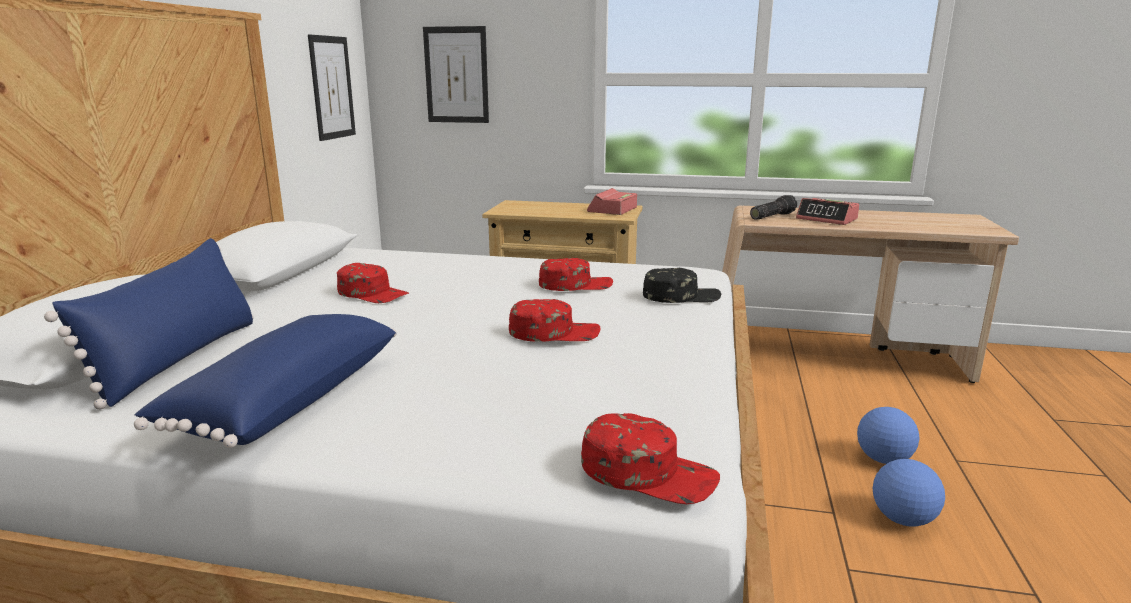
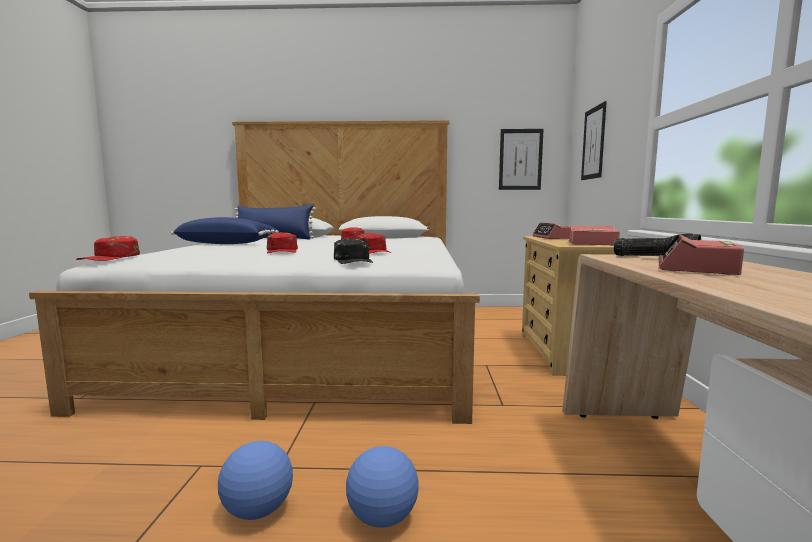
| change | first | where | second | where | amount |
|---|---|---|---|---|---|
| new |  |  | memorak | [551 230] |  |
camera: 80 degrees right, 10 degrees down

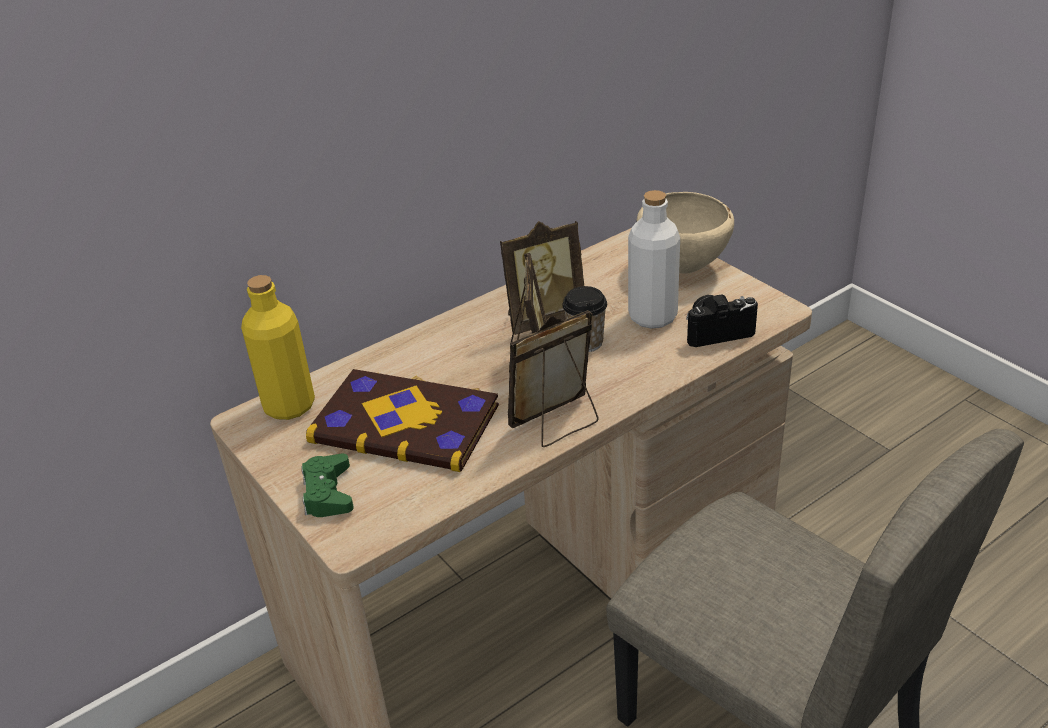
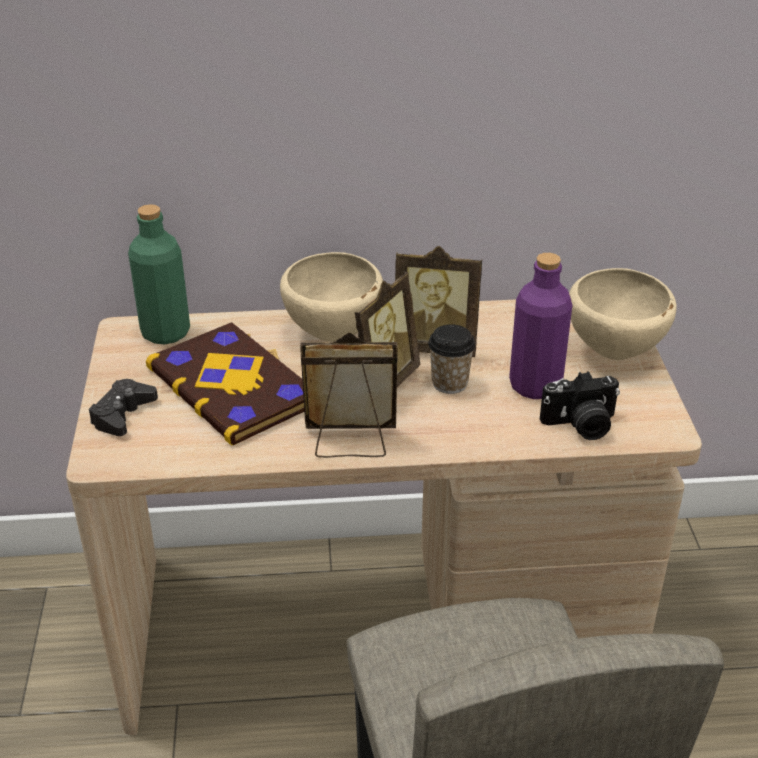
| change | first | where | second | where | amount |
|---|---|---|---|---|---|
| repainted | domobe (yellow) | [278 347] | domobe (green) | [159 274] |  |
| repainted | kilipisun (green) | [327 485] | kilipisun (black) | [123 407] |  |
| repainted | domobe (white) | [654 259] | domobe (purple) | [540 326] |  |
| rotated | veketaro | [722 320] |  | [580 405] | 150 degrees clockwise |
| new |  |  | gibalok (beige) | [331 297] |  |
camera: 30 degrees right, 0 degrees up

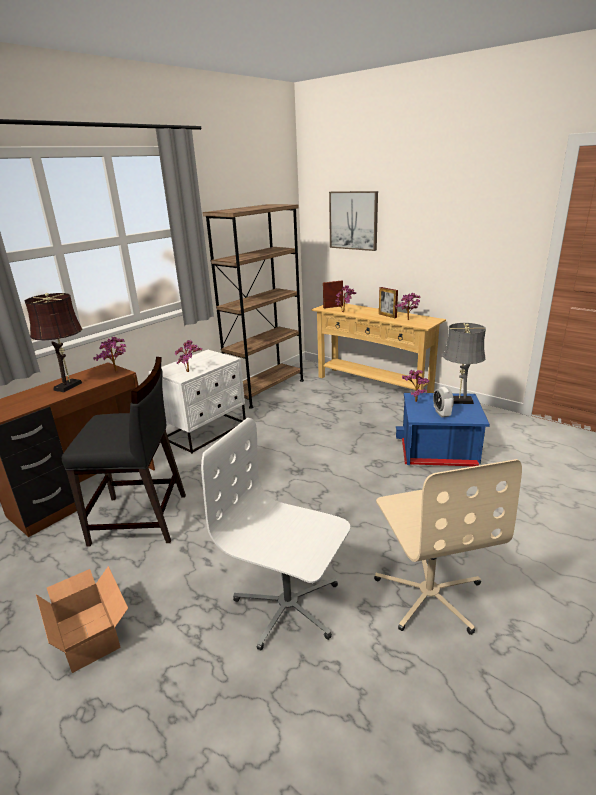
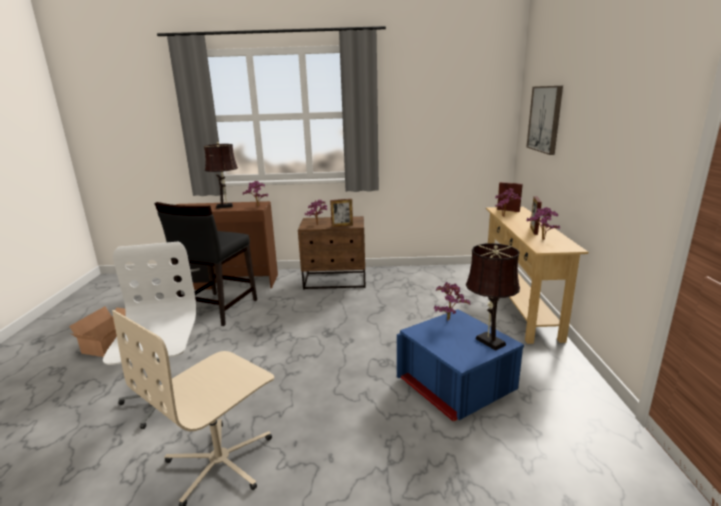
| change | first | where | second | where | amount |
|---|---|---|---|---|---|
| rotated | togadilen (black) | [124 452] |  | [206 264] | 60 degrees clockwise |
| repainted | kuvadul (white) | [197 402] | kuvadul (brown) | [332 253] |  |
| gone | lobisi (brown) | [253 306] |  |  |  |
| gone | memorak | [443 402] |  |  |  |
| repainted | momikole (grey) | [464 363] | momikole (brown) | [493 297] |  |
| new |  |  | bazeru | [341 213] |  |
camera: 50 degrees right, 5 degrees down

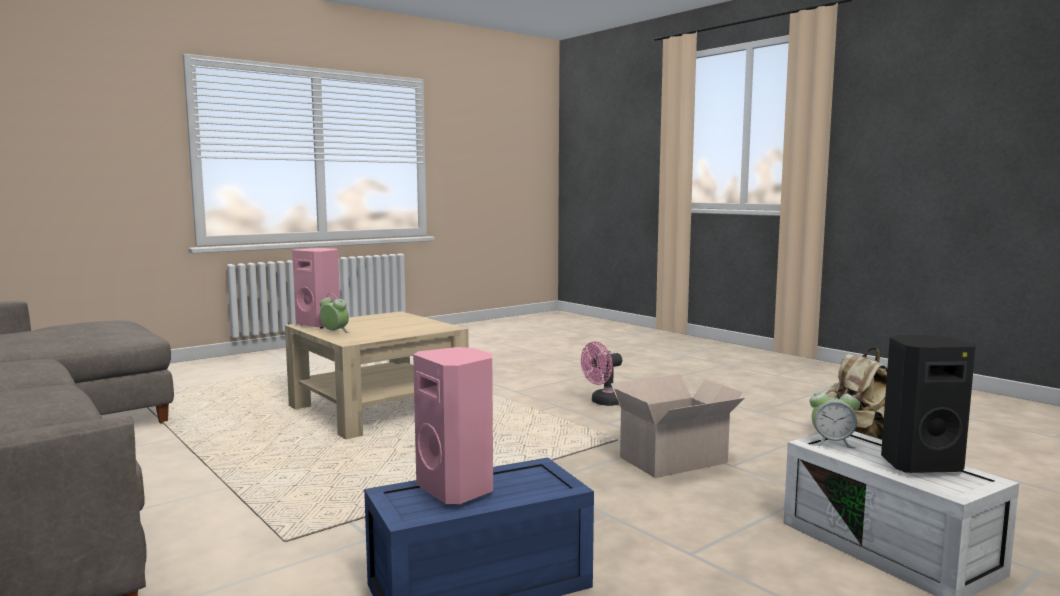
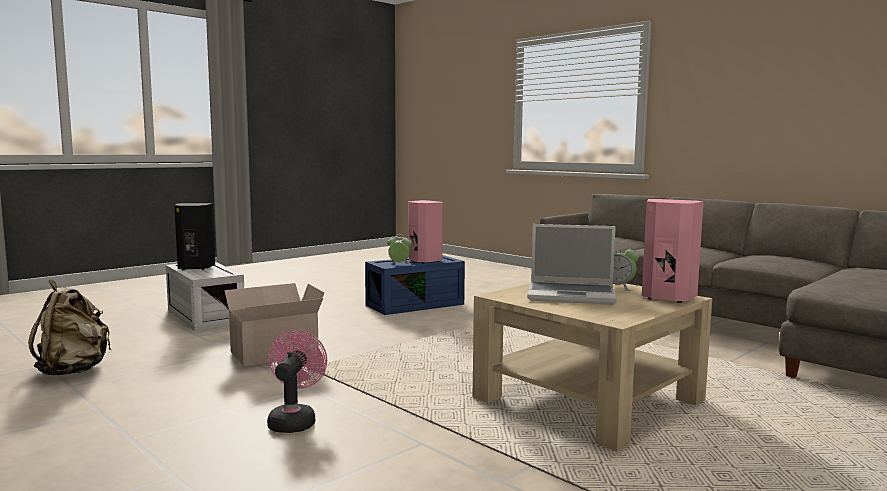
| change | first | where | second | where | amount |
|---|---|---|---|---|---|
| rotated | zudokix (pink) | [601 373] |  | [297 381] | 45 degrees counterclockwise |
| shifted | memorak | [835 416] |  | [399 249] |  |
| new |  |  | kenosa | [572 264] |  |
camera: 175 degrees right, 0 degrees up

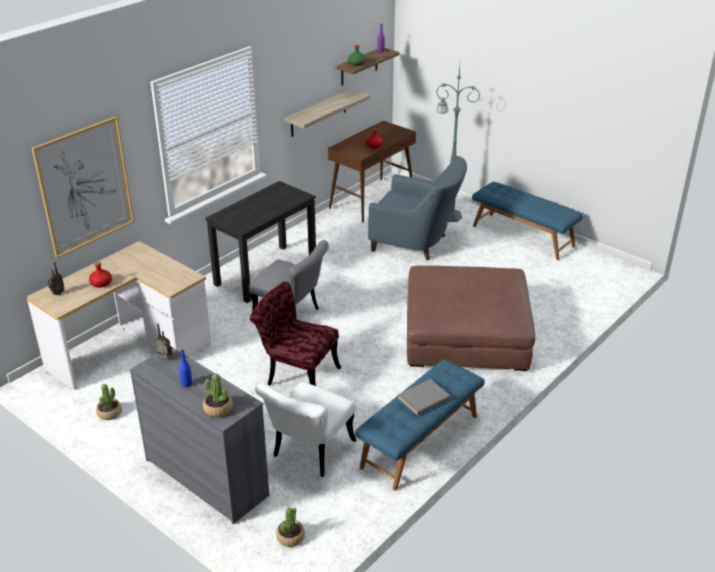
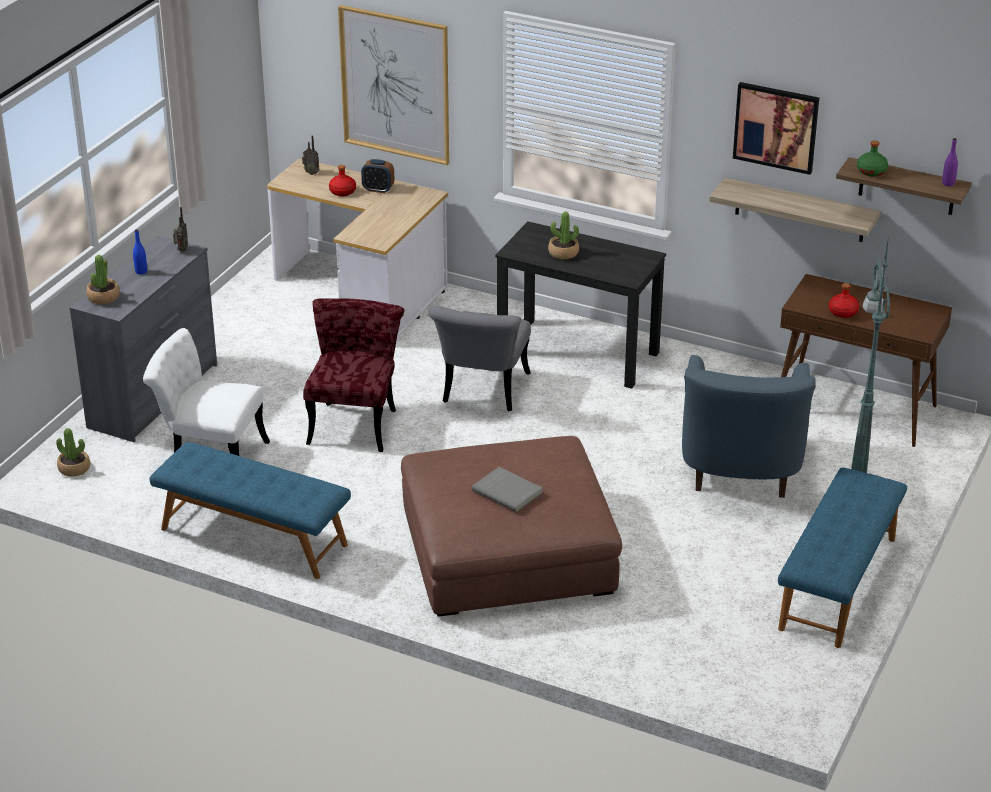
| change | first | where | second | where | amount |
|---|---|---|---|---|---|
| shifted | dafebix | [109 402] |  | [563 235] |  |
| shifted | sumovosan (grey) | [424 397] |  | [507 490] |  |
| new |  |  | memorak | [377 176] |  |
| new |  |  | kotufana | [776 128] |  |
camera: 75 degrees right, 0 degrees up

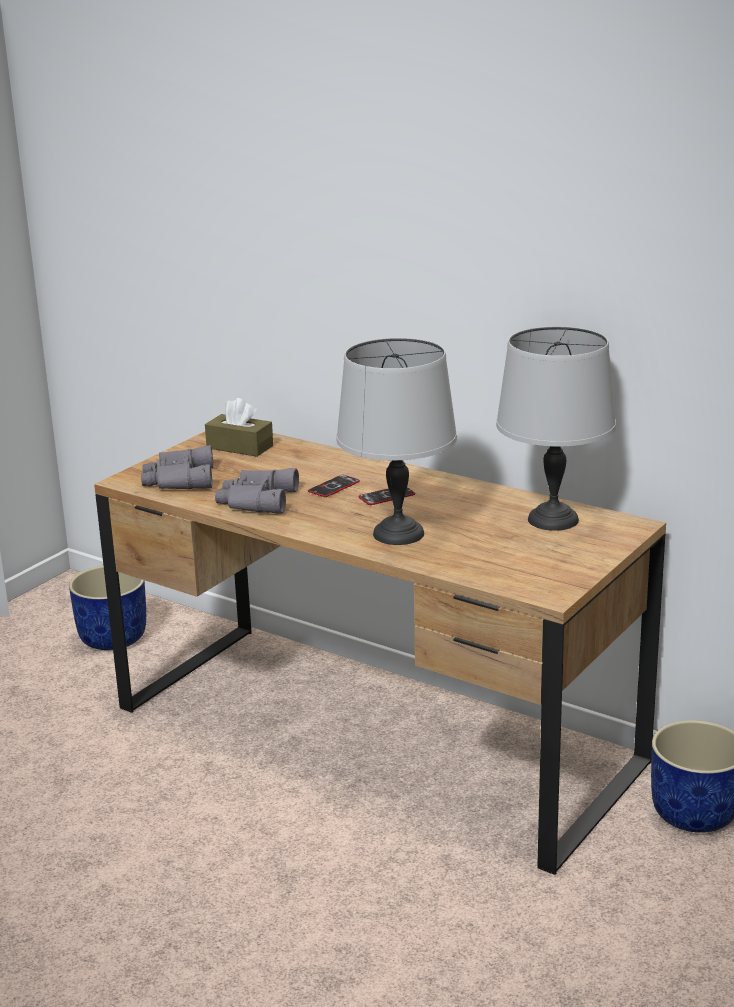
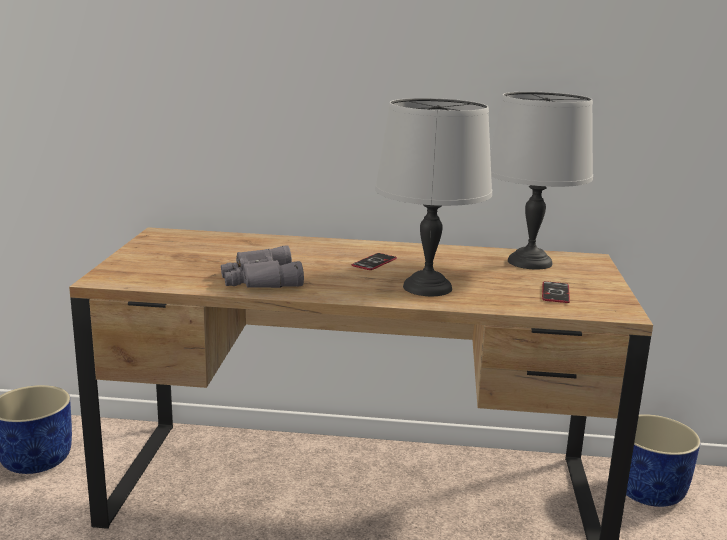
| change | first | where | second | where | amount |
|---|---|---|---|---|---|
| gone | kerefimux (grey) | [177 467] |  |  |  |
| gone | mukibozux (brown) | [239 427] |  |  |  |
| shifted | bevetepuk | [334 486] |  | [556 292] |  |
camera: 30 degrees left, 5 degrees down

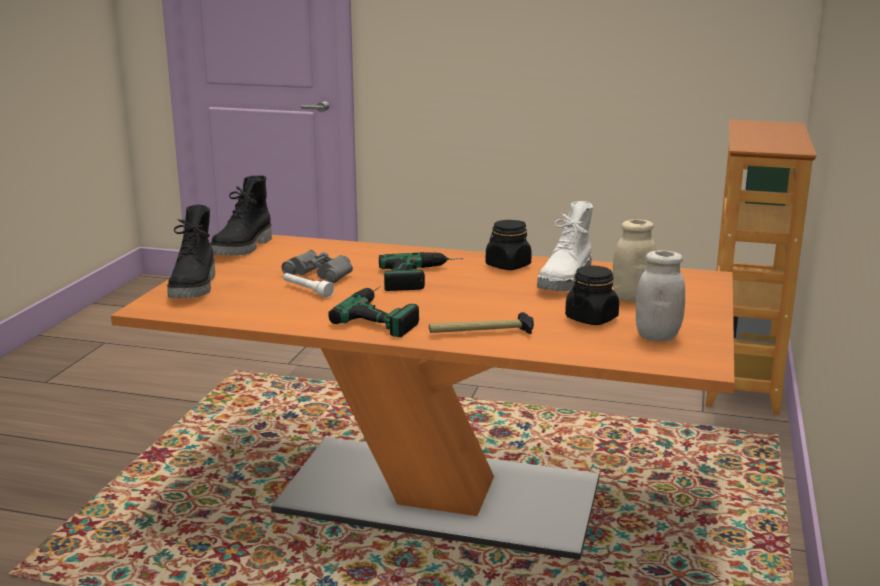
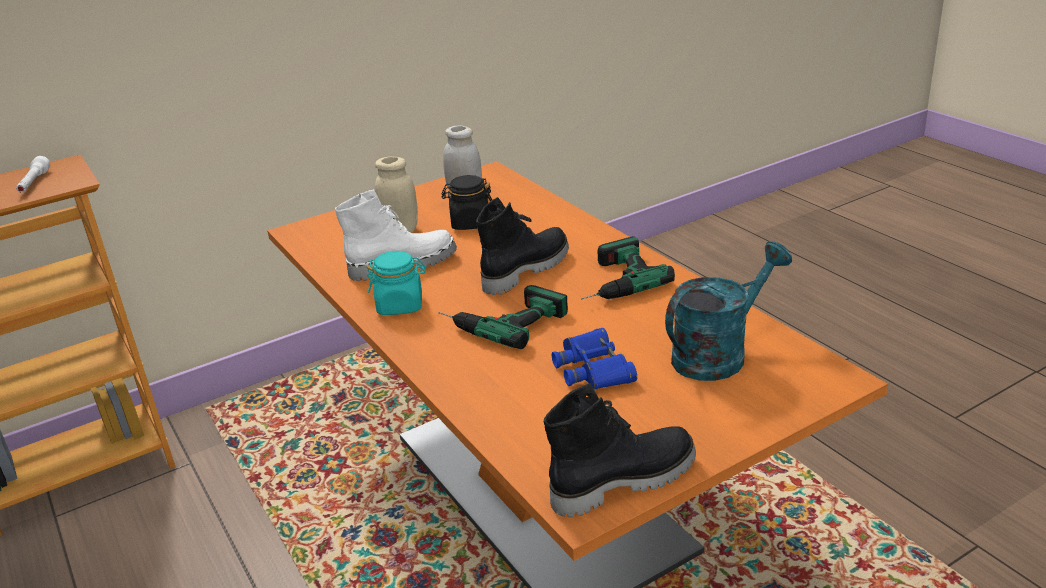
| change | first | where | second | where | amount |
|---|---|---|---|---|---|
| shifted | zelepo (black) | [191 251] |  | [522 246] |  |
| repainted | kerefimux (grey) | [317 267] | kerefimux (blue) | [594 359] |  |
| shifted | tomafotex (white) | [308 285] |  | [33 174] |  |
| gone | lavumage | [481 323] |  |  |  |
| repainted | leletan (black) | [509 245] | leletan (turquoise) | [396 283] |  |
| new |  |  | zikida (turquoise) | [728 311] |  |
camera: 135 degrees left, 10 degrees up

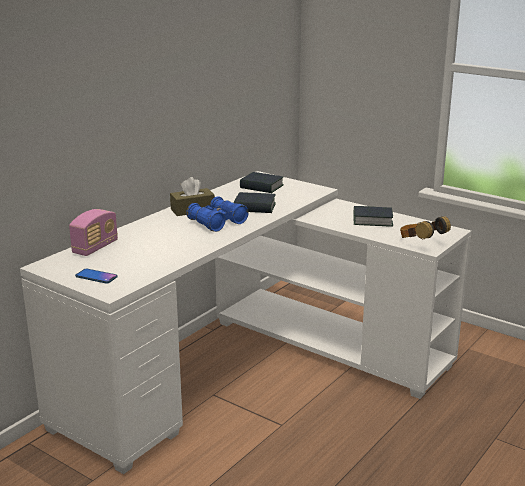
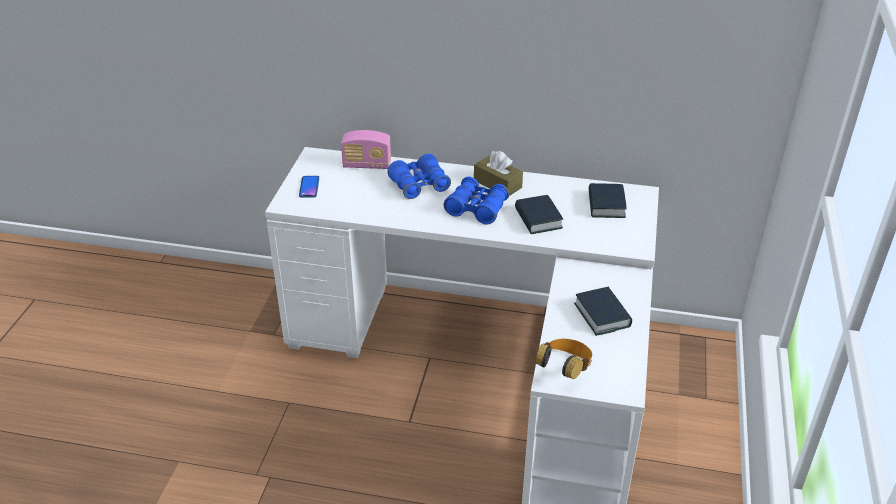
| change | first | where | second | where | amount |
|---|---|---|---|---|---|
| new |  |  | kerefimux (blue) | [419 176] |  |
camera: 65 degrees right, 15 degrees up

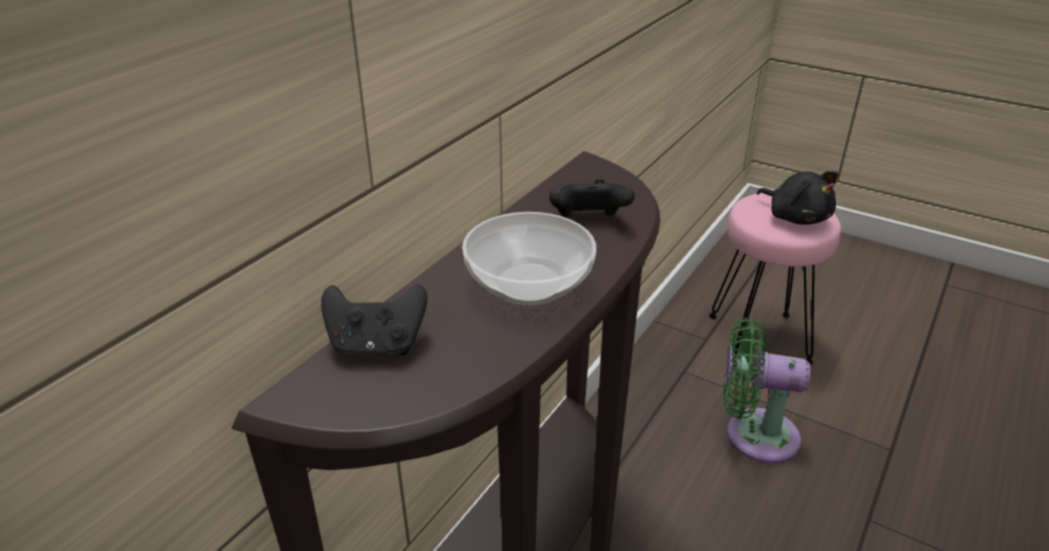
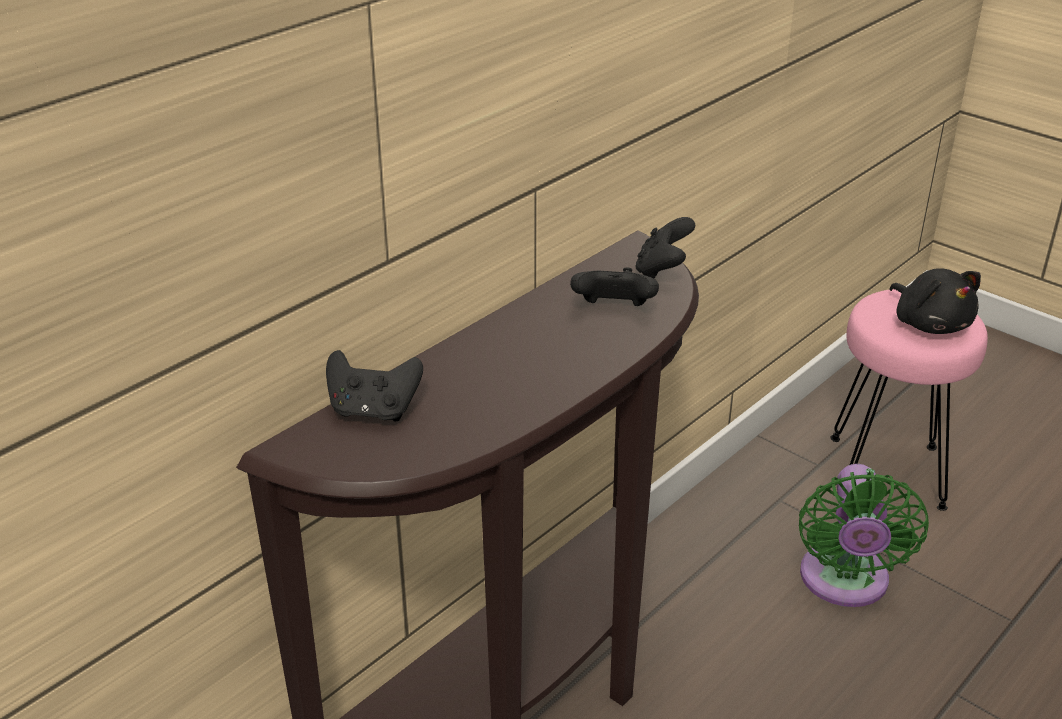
| change | first | where | second | where | amount |
|---|---|---|---|---|---|
| gone | gibalok | [529 258] |  |  |  |
| rotated | zudokix (green) | [767 390] |  | [864 535] | 105 degrees counterclockwise |
| new |  |  | kilipisun (black) | [665 247] |  |
camera: 10 degrees right, 0 degrees up

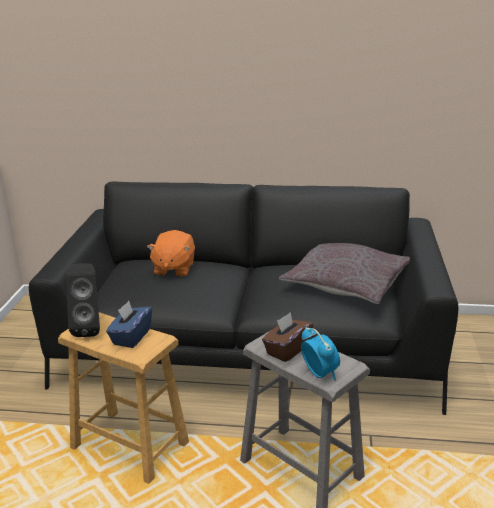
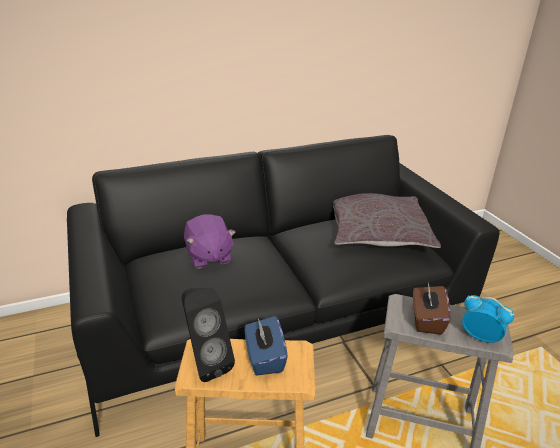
| change | first | where | second | where | amount |
|---|---|---|---|---|---|
| repainted | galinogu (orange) | [171 253] | galinogu (purple) | [210 241] |  |
camera: 30 degrees left, 5 degrees up

